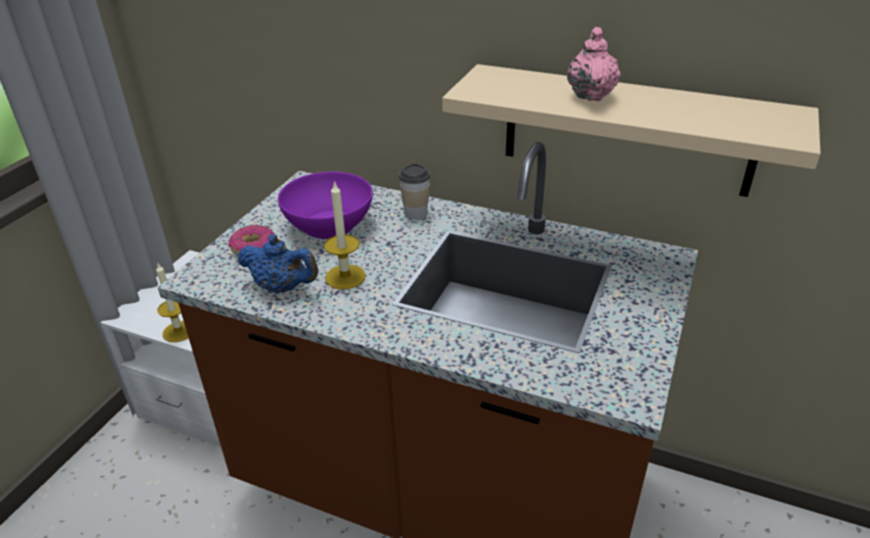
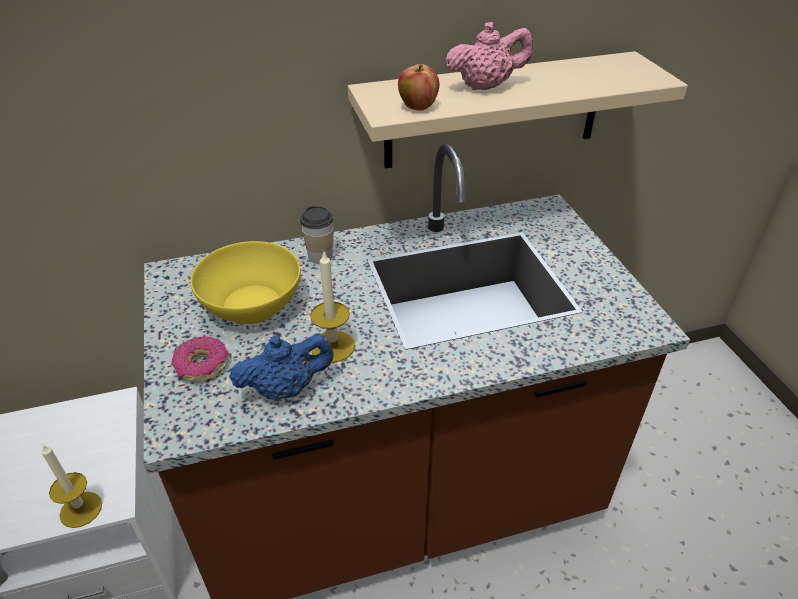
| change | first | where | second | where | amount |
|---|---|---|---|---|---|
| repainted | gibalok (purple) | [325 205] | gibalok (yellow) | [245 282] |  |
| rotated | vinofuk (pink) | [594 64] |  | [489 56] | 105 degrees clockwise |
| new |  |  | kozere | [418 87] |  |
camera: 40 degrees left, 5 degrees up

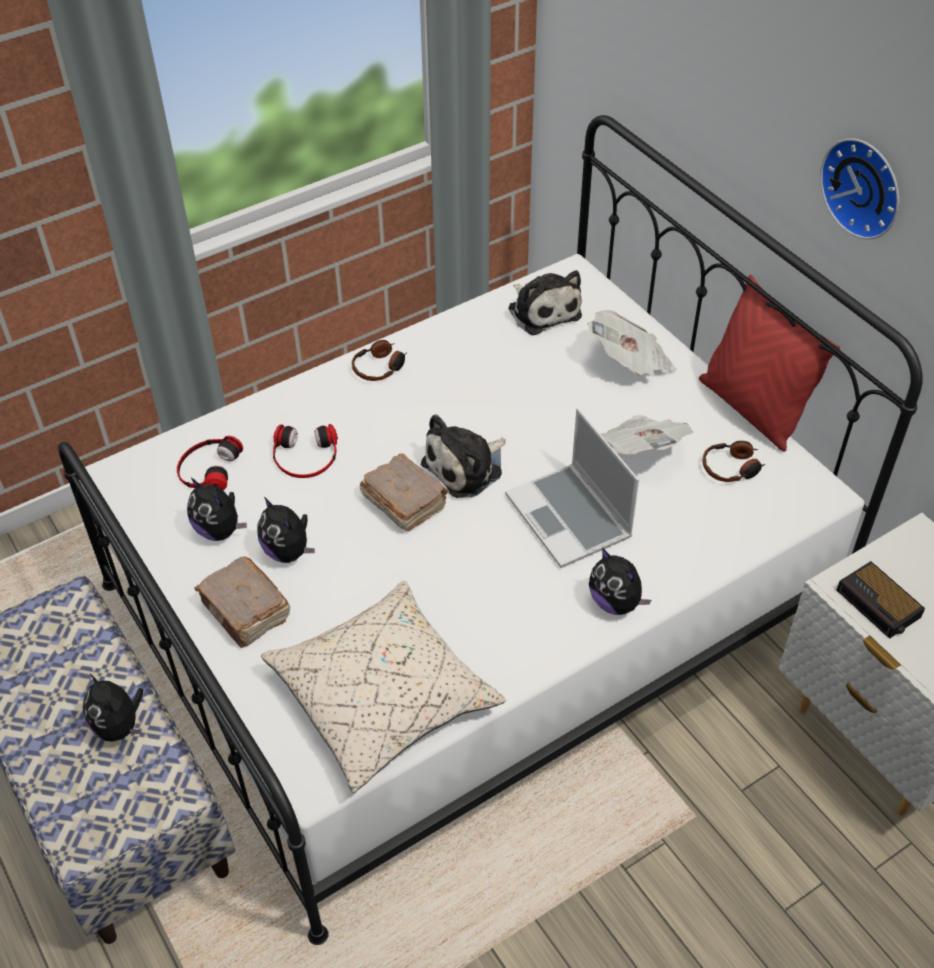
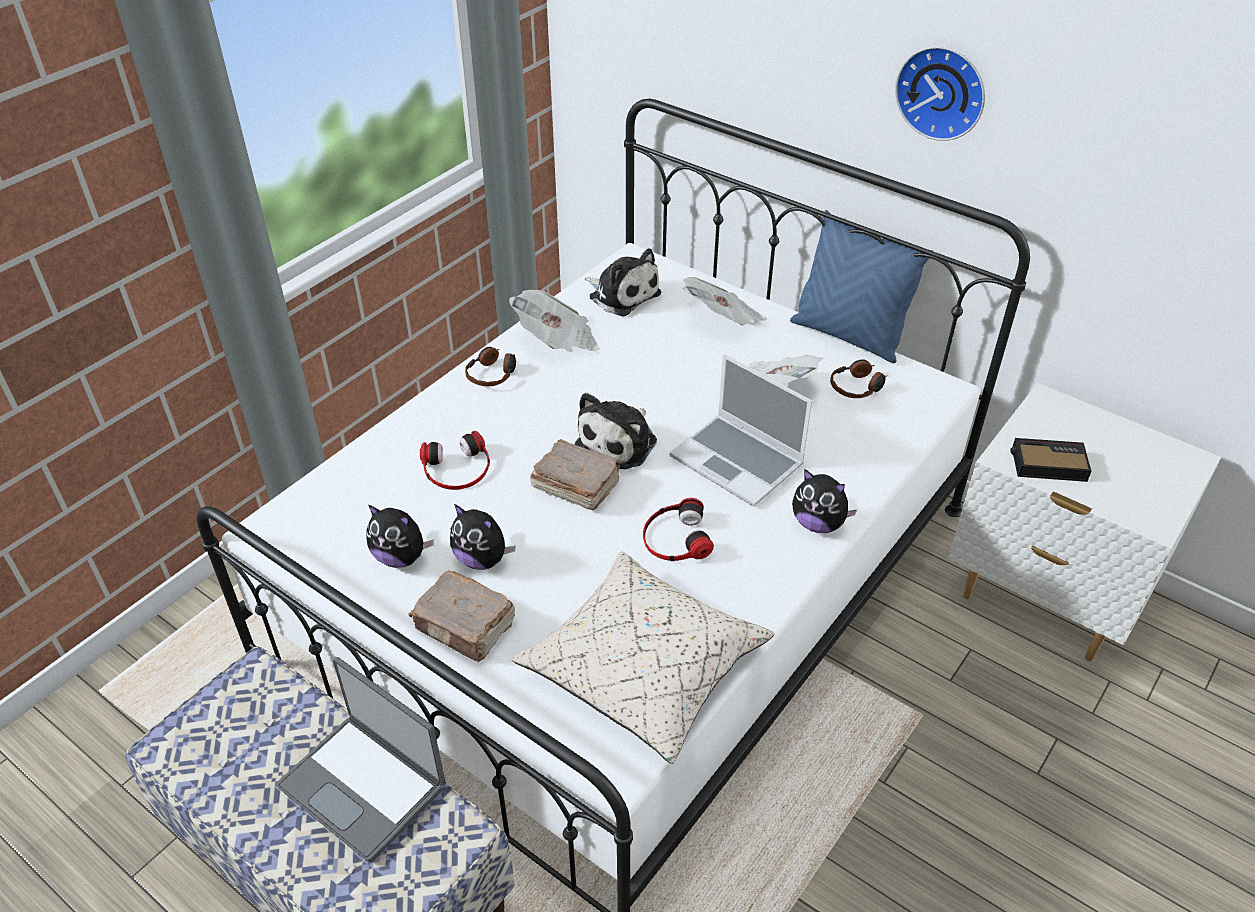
| change | first | where | second | where | amount |
|---|---|---|---|---|---|
| swapped | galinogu | [113 707] | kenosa | [360 759] |  |
| shifted | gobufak | [210 463] |  | [678 529] |  |
| repainted | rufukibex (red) | [769 363] | rufukibex (blue) | [861 286] |  |
| rotated | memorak | [881 600] |  | [1050 460] | 150 degrees clockwise |
| new |  |  | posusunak | [554 321] |  |
camera: 20 degrees left, 5 degrees down

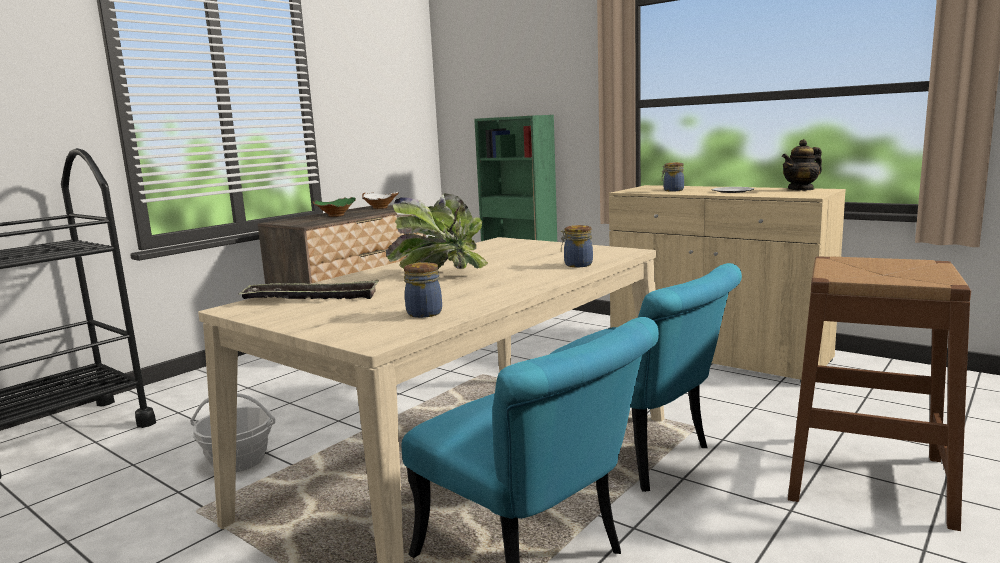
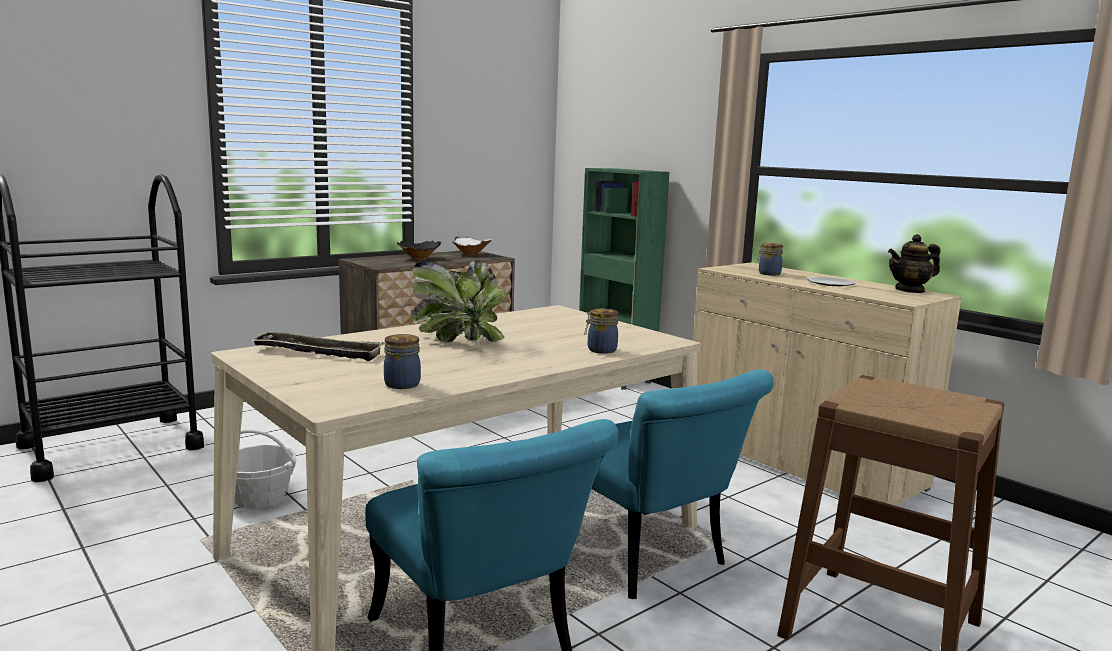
| change | first | where | second | where | amount |
|---|---|---|---|---|---|
| repainted | gibalok (green) | [334 207] | gibalok (black) | [419 250] |  |
camera: 10 degrees right, 0 degrees up

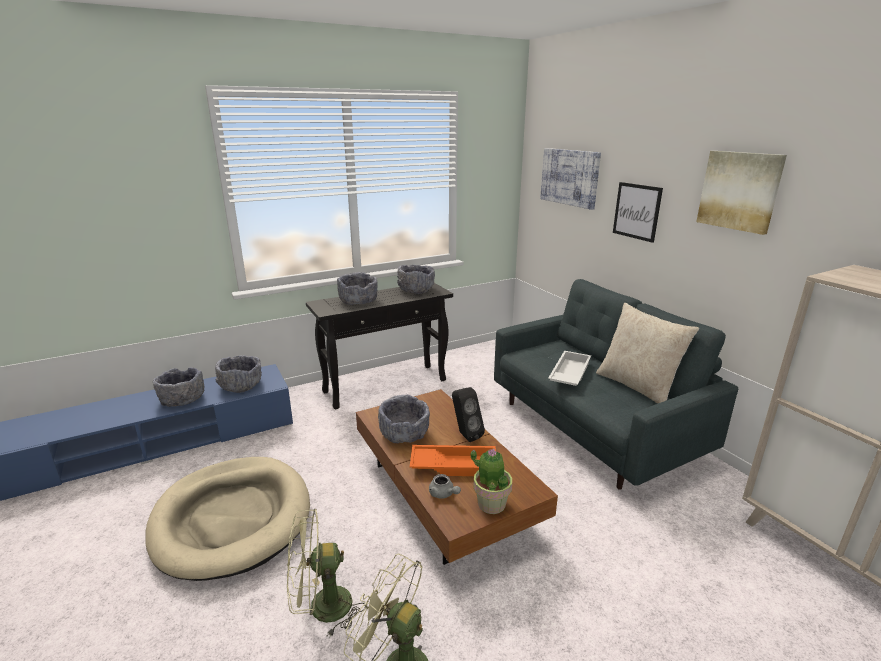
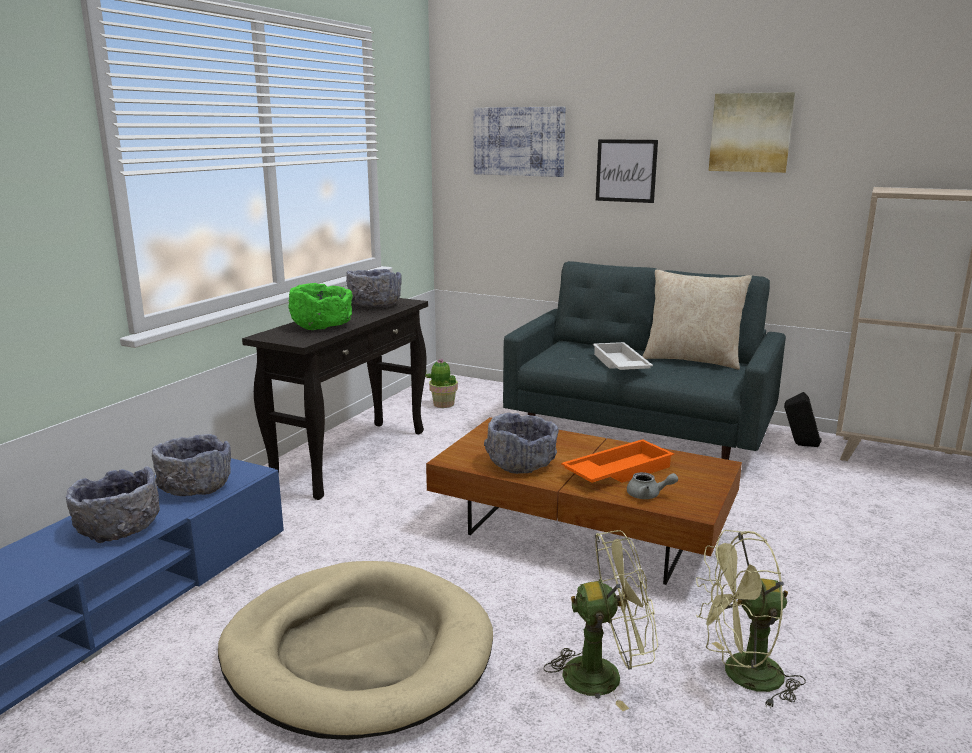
| change | first | where | second | where | amount |
|---|---|---|---|---|---|
| rotated | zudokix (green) | [326 573] |  | [601 620] | 135 degrees counterclockwise |
| repainted | gibalok (grey) | [357 288] | gibalok (green) | [320 306] |  |
| shifted | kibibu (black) | [468 414] |  | [803 419] |  |
| shifted | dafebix | [491 481] |  | [441 383] |  |
camera: 35 degrees left, 5 degrees down

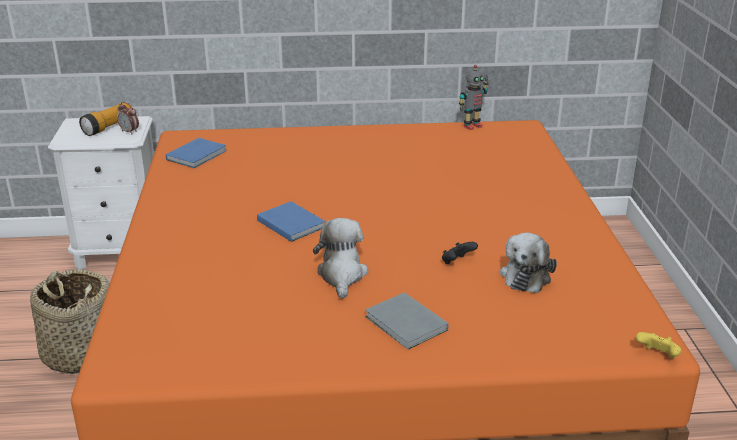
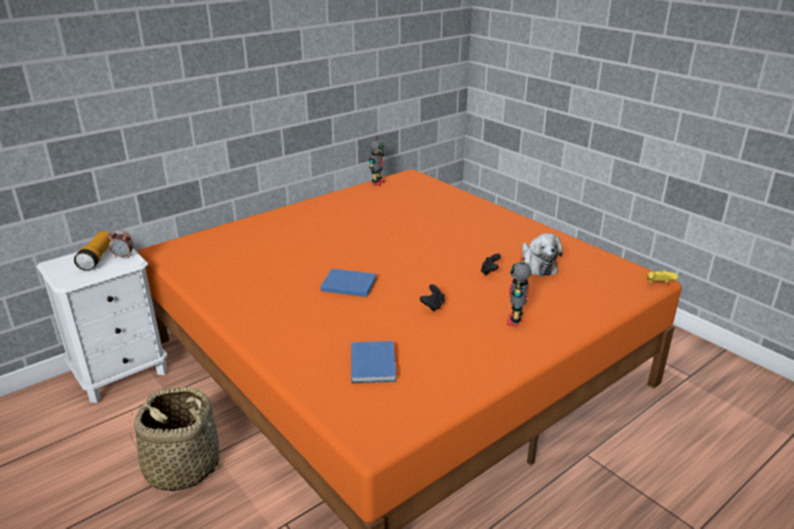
| change | first | where | second | where | amount |
|---|---|---|---|---|---|
| shifted | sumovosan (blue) | [196 153] |  | [373 362] |  |
| swapped | galinogu | [340 258] | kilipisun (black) | [432 298] |  |
| swapped | sumovosan (grey) | [407 320] | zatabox | [519 292] |  |
camera: 35 degrees left, 0 degrees up

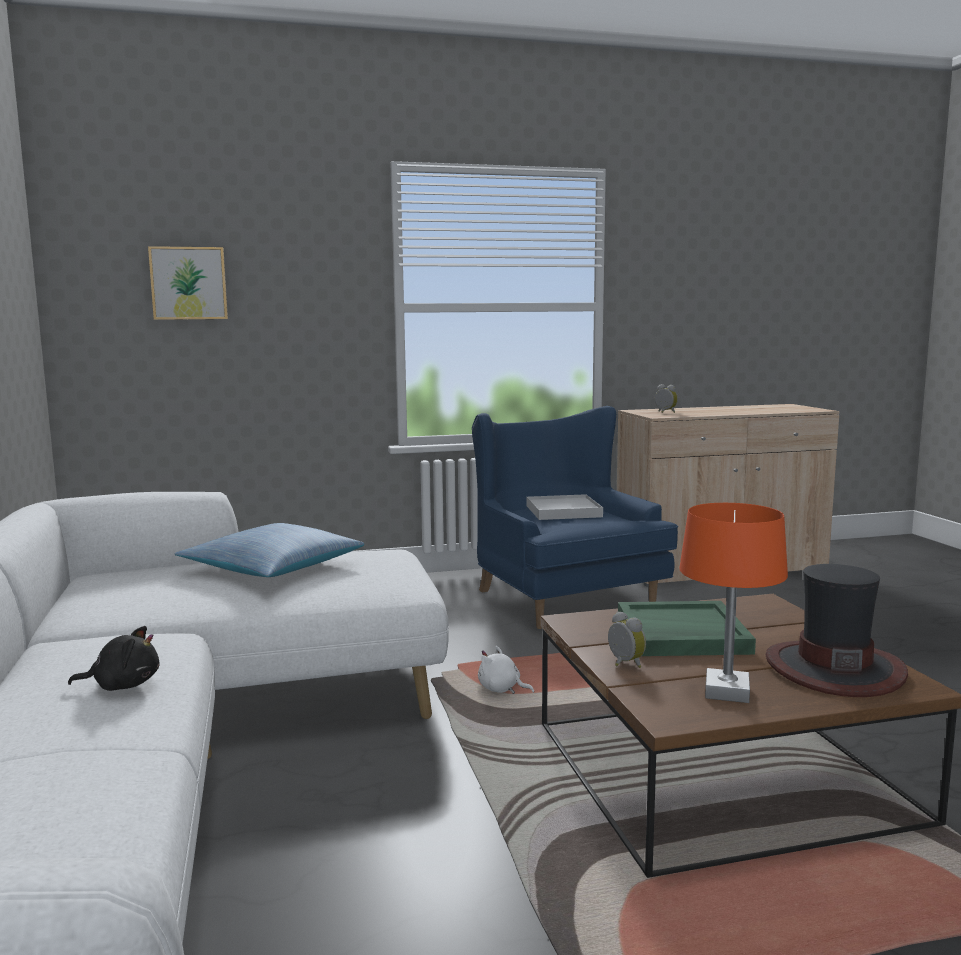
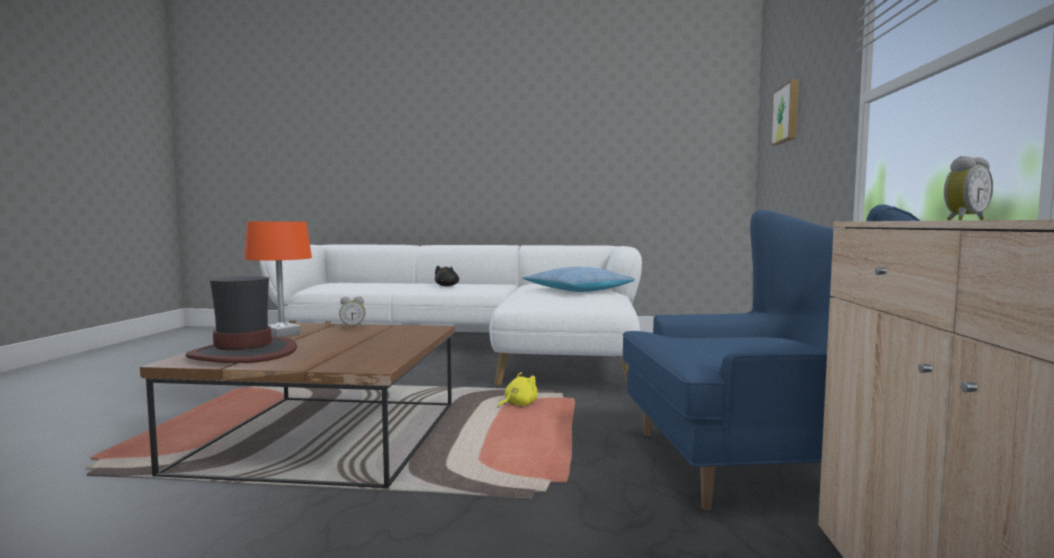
| change | first | where | second | where | amount |
|---|---|---|---|---|---|
| repainted | galinogu (white) | [506 670] | galinogu (yellow) | [517 390] |  |
| gone | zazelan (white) | [564 507] |  |  |  |
| gone | zazelan (green) | [687 628] |  |  |  |
camera: 110 degrees right, 5 degrees down

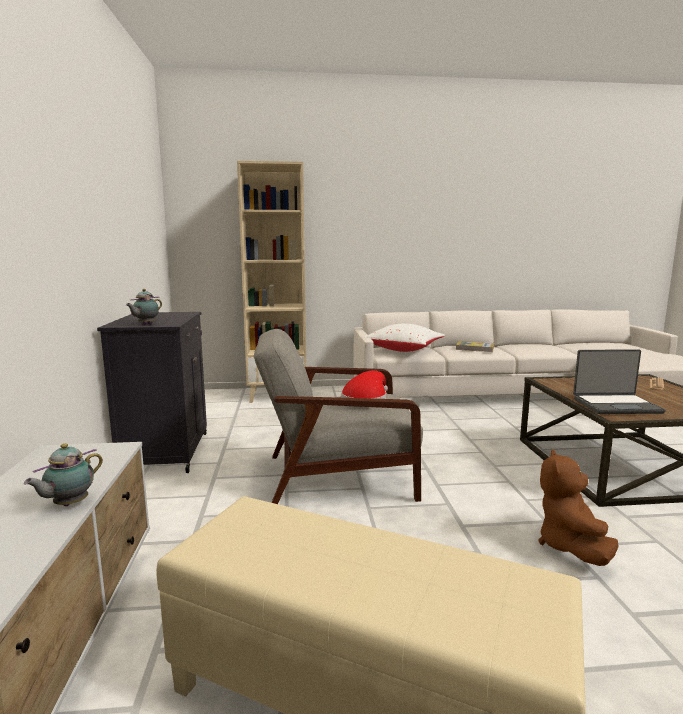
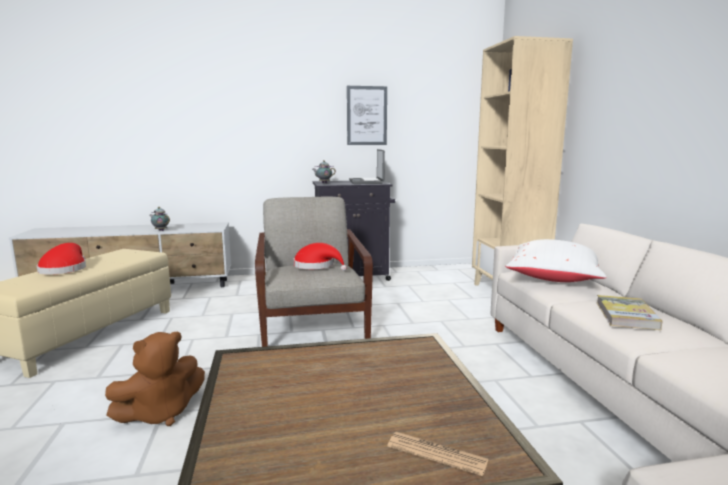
| change | first | where | second | where | amount |
|---|---|---|---|---|---|
| rotated | galinogu (brown) | [578 507] |  | [155 379] | 135 degrees clockwise |
| shifted | kenosa | [619 381] |  | [367 166] |  |
| new |  |  | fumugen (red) | [61 259] |  |
| new |  |  | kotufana | [367 115] |  |
camera: 85 degrees right, 0 degrees up

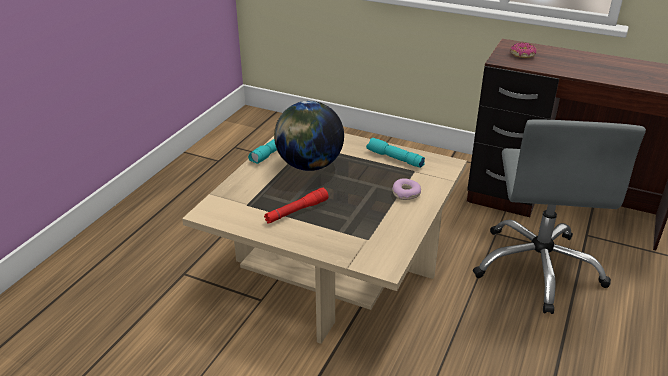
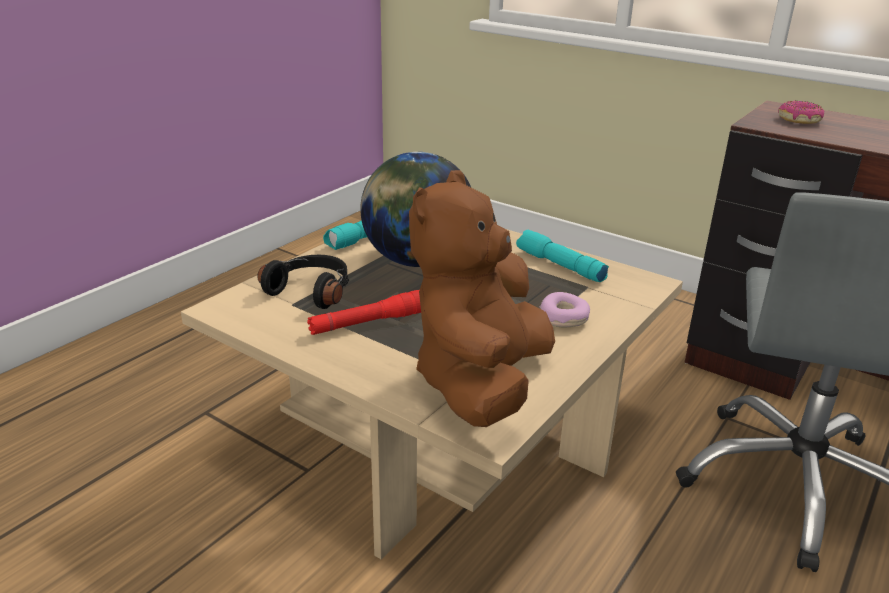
| change | first | where | second | where | amount |
|---|---|---|---|---|---|
| new |  |  | gobufak (black) | [303 282] |  |
| new |  |  | galinogu (brown) | [482 298] |  |
camera: 10 degrees right, 5 degrees down

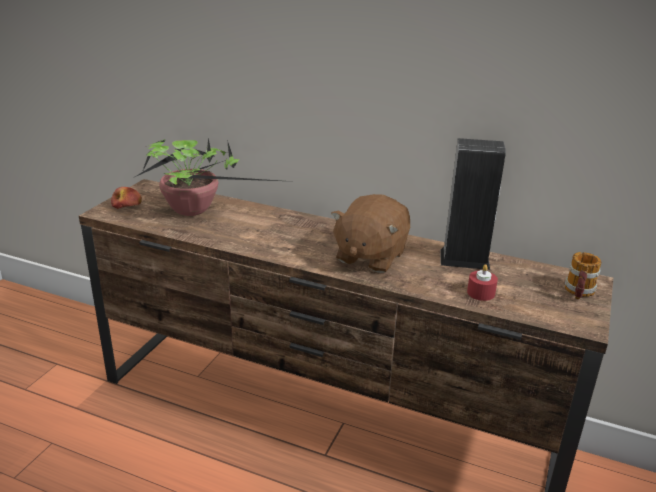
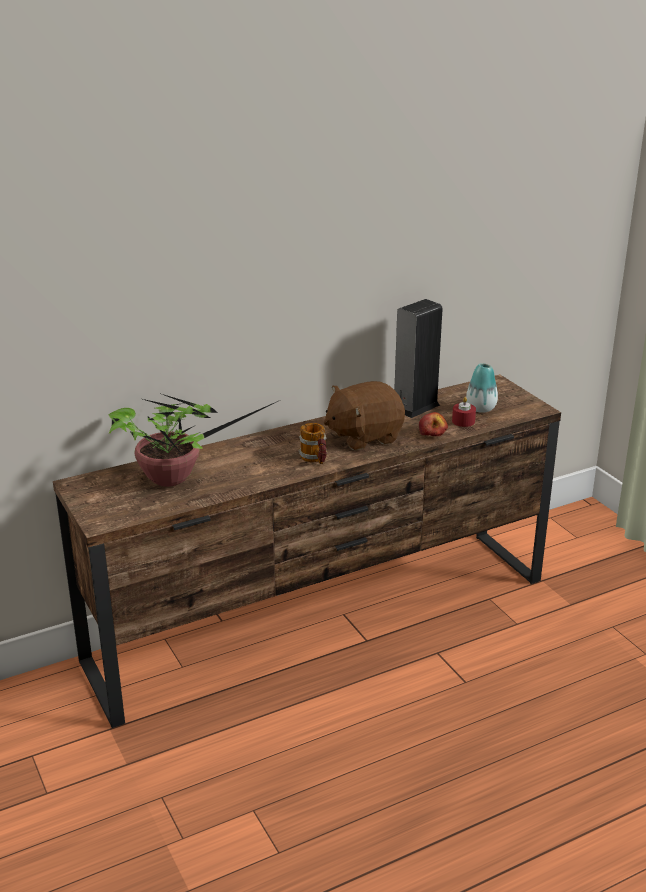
| change | first | where | second | where | amount |
|---|---|---|---|---|---|
| shifted | kozere | [126 198] |  | [433 424] |  |
| rotated | galinogu (brown) | [370 233] |  | [364 416] | 90 degrees clockwise |
| shifted | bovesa | [583 275] |  | [313 443] |  |
| new |  |  | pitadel | [482 388] |  |
camera: 50 degrees left, 0 degrees up

